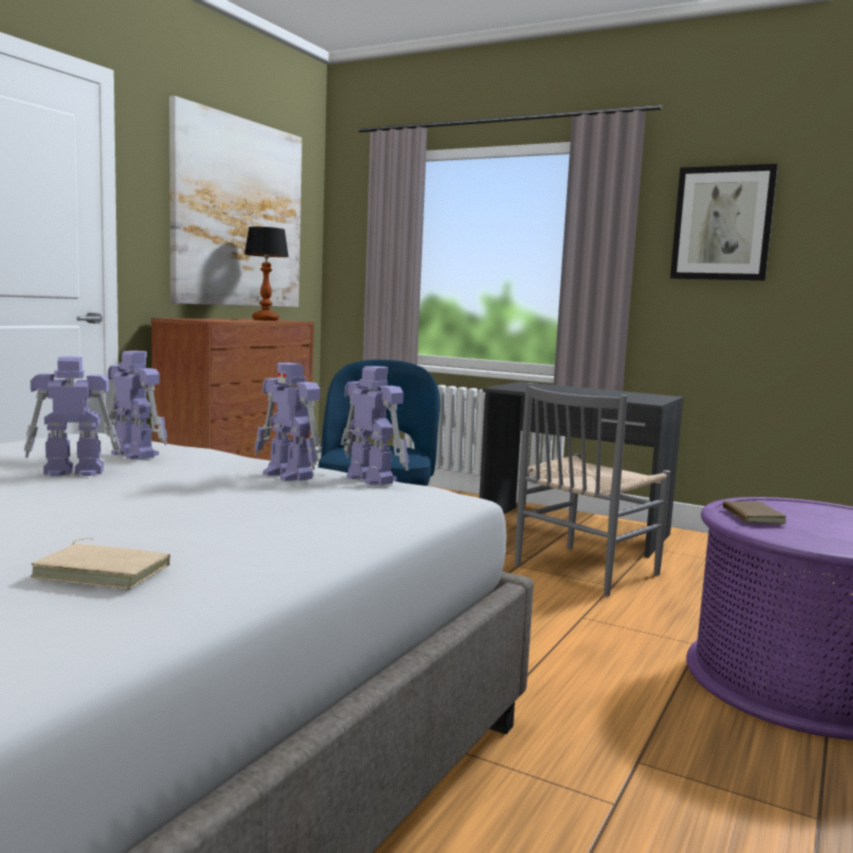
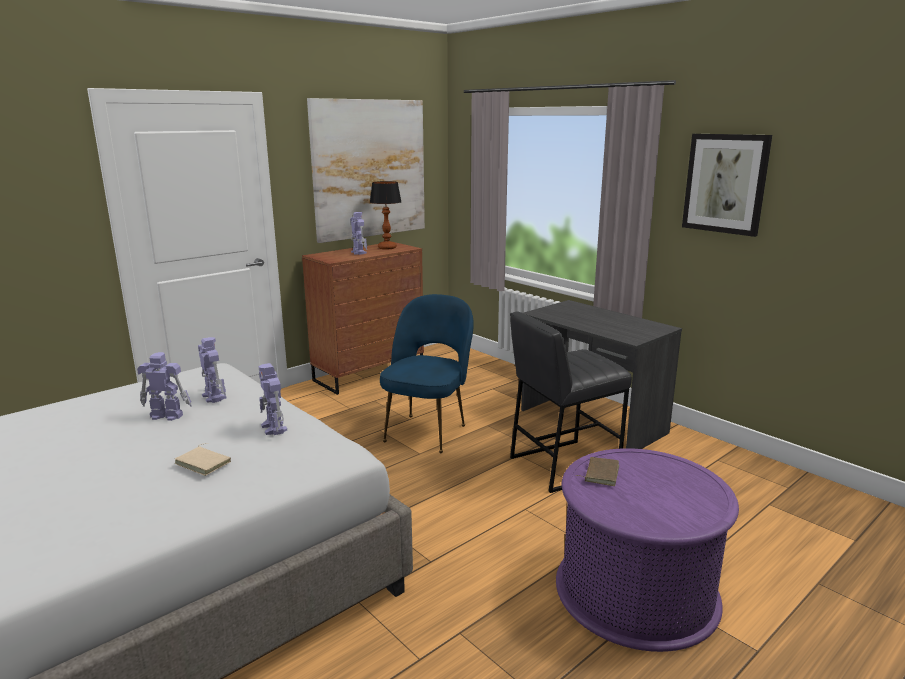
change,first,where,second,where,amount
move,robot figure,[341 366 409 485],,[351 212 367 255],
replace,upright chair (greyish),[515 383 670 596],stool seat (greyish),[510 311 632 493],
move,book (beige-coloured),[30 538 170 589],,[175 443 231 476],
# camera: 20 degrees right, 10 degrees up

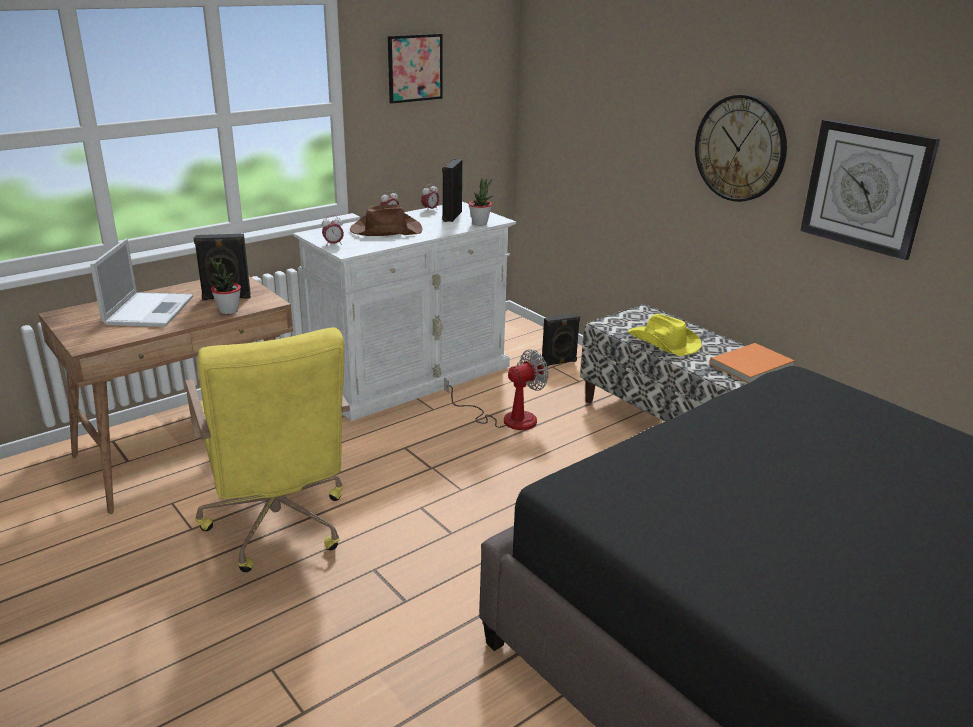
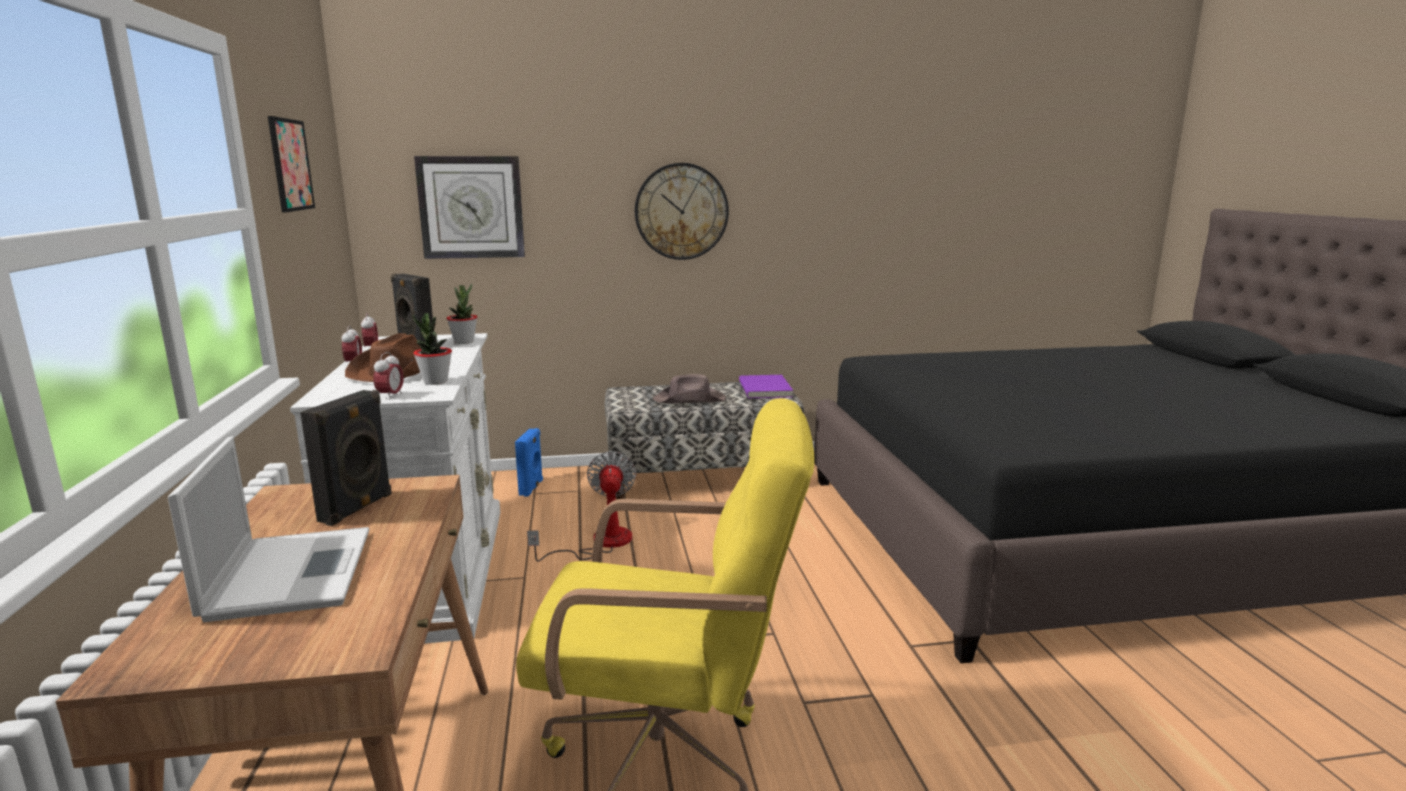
change,first,where,second,where,amount
move,clock on the wall,[800 119 940 260],,[414 156 525 259],
rotate,notebook computer,[90 238 193 327],,[168 436 369 622],45 degrees clockwise
move,potted plant,[209 257 241 314],,[413 313 452 385],
recolor,speaker (black),[542 314 580 366],speaker (bluish),[515 428 543 497],
recolor,hat (yellowish),[628 314 702 356],hat (brownish),[653 374 726 404],
recolor,book (orange),[710 343 795 383],book (purple-coloured),[739 375 793 398],
# camera: 60 degrees left, 10 degrees down

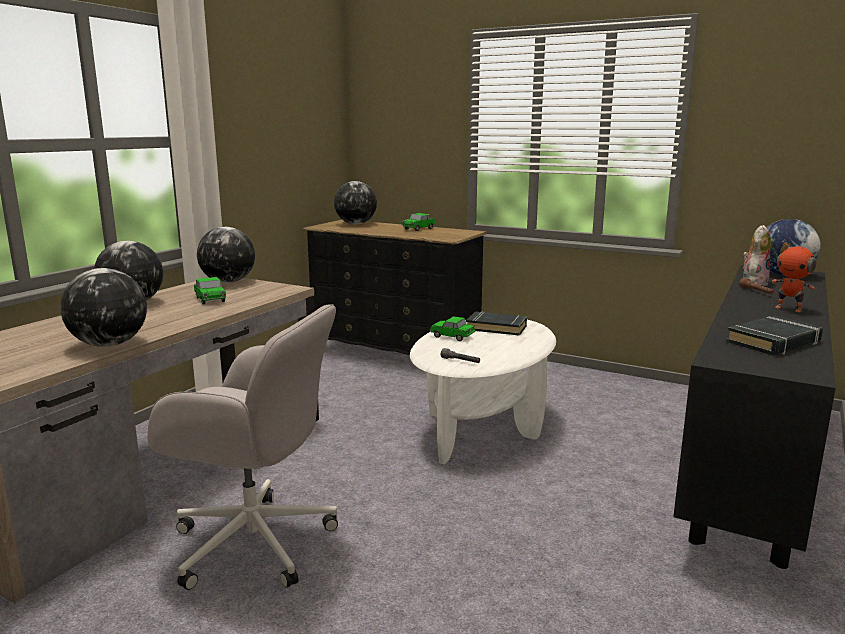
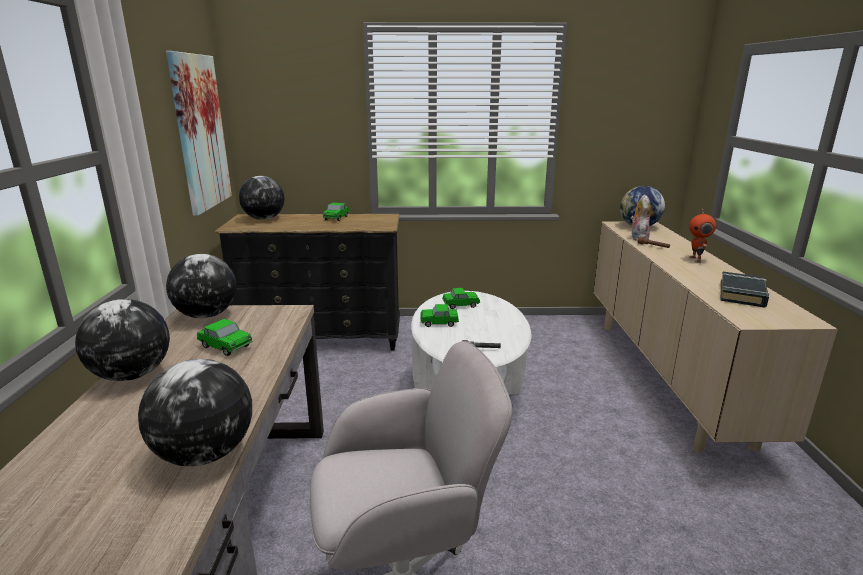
change,first,where,second,where,amount
rotate,robot figure,[772 239 816 312],,[689 209 716 263],75 degrees clockwise
recolor,cabinet (black),[673 265 836 569],cabinet (beige-coloured),[593 221 838 452],
replace,book (black),[466 312 527 336],miniature car,[442 288 480 309],
insert,,,wall picture,[166 51 232 216],
# camera: 30 degrees left, 5 degrees up

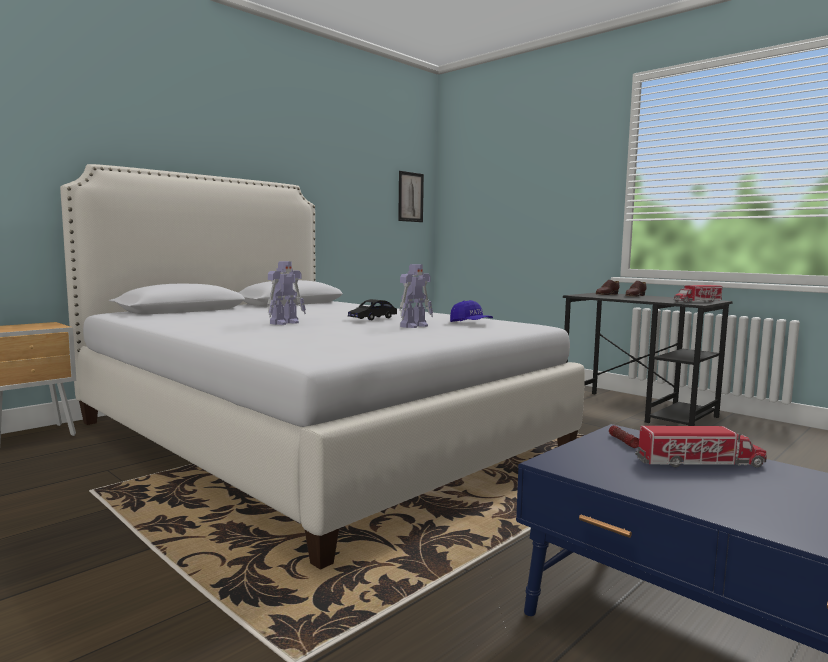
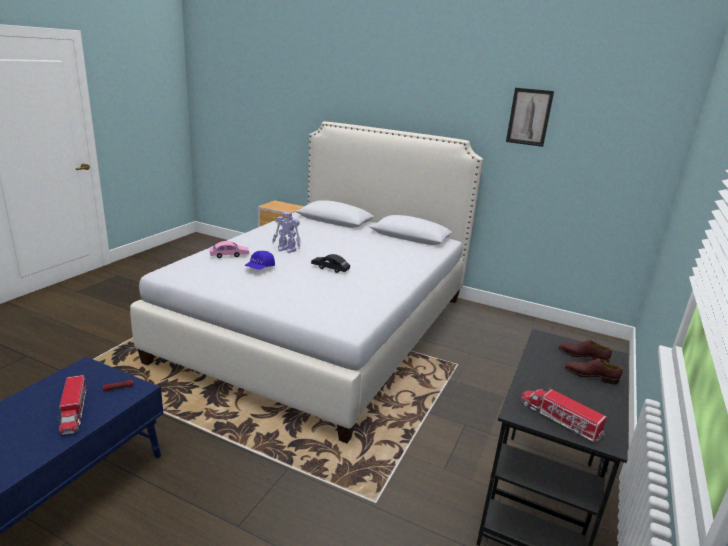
change,first,where,second,where,amount
move,wall picture,[398 171 424 222],,[506 88 554 147],
delete,robot figure,[399 264 433 328],,,
move,cap (bluish),[450 300 493 322],,[244 251 275 270],
insert,,,miniature car (pink),[210 241 249 258],
# camera: 70 degrees right, 15 degrees up

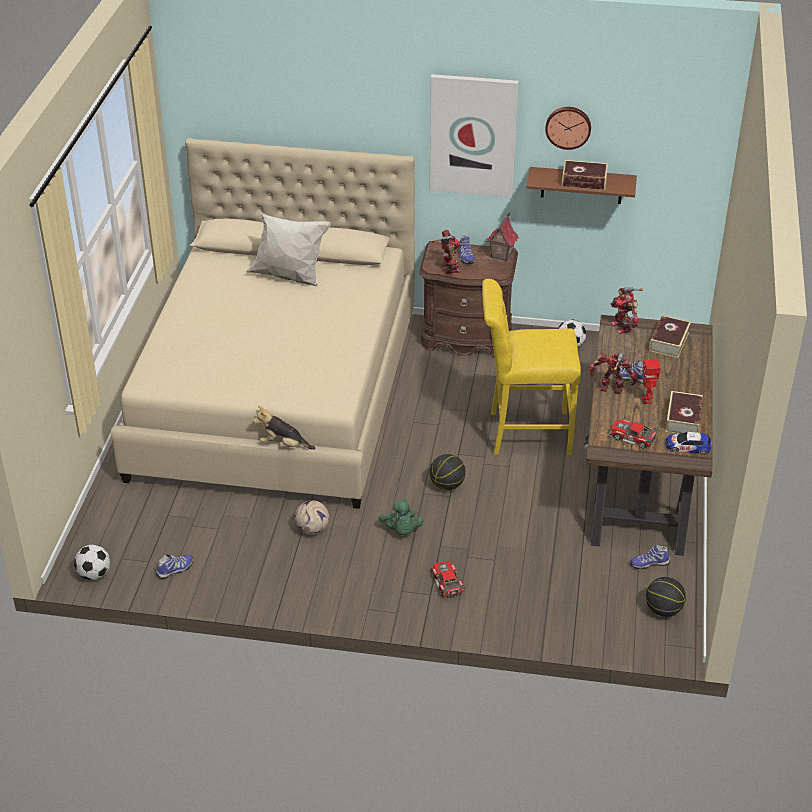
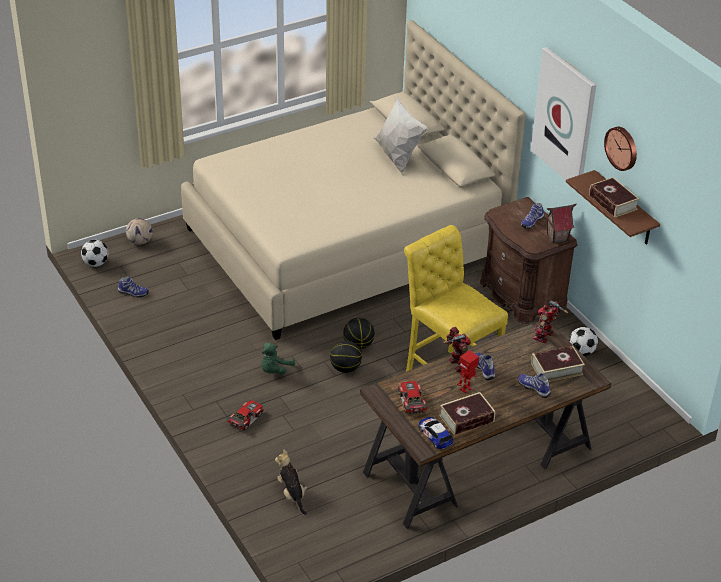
change,first,where,second,where,amount
delete,robot figure,[432 230 460 274],,,
move,cuddly toy,[253 406 315 450],,[275 449 307 515],
move,football ball,[295 500 329 535],,[126 218 153 245],
move,shoe,[630 544 670 569],,[518 373 551 398],
move,basketball,[646 577 686 617],,[343 318 375 349],
# camera: 50 degrees right, 0 degrees up

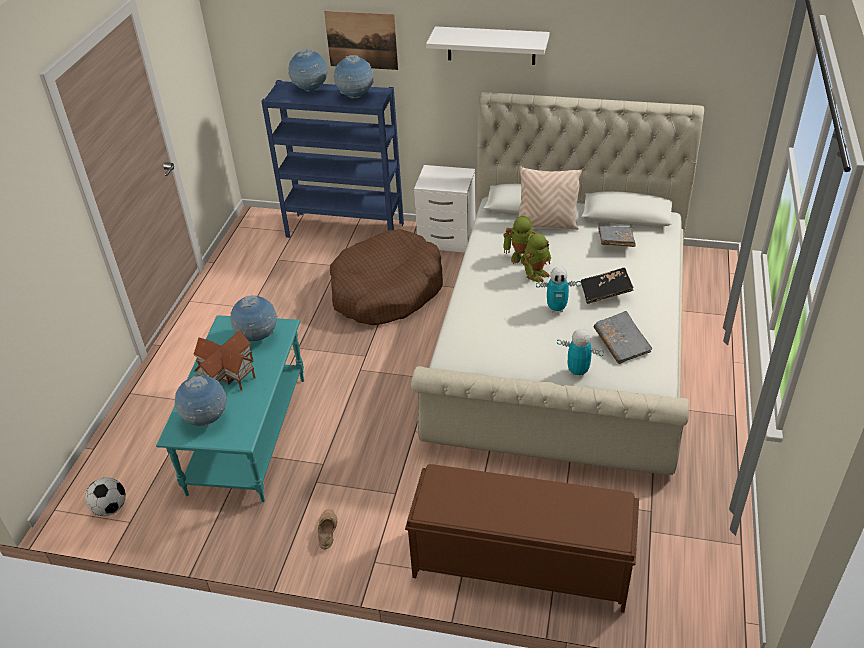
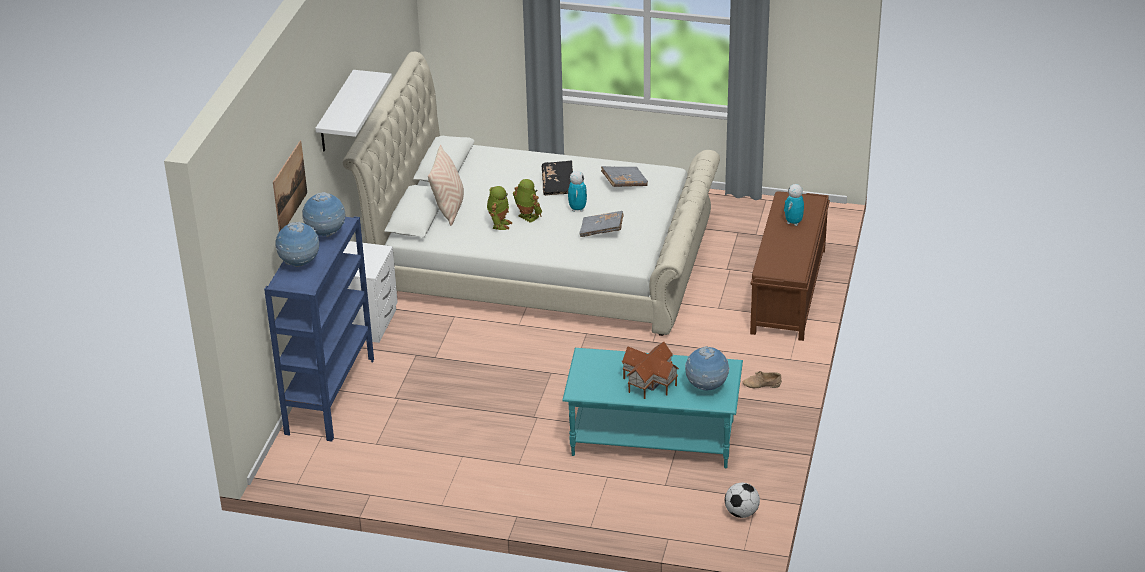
change,first,where,second,where,amount
move,book (greyish),[598 225 636 247],,[579 211 624 237],
delete,dog cushion (brownish),[330 229 443 325],,,
delete,desk globe,[230 295 278 341],,,
move,robot figure,[557 329 604 377],,[784 184 804 226],
# camera: 90 degrees left, 5 degrees down

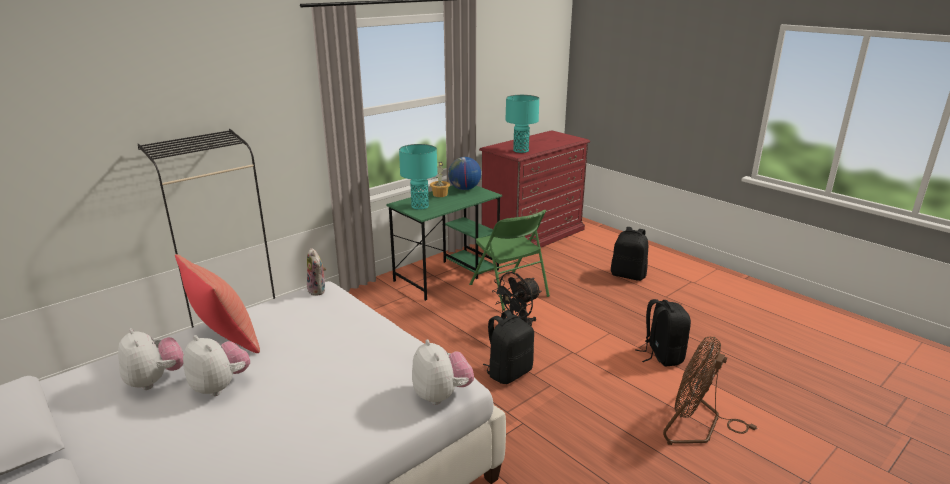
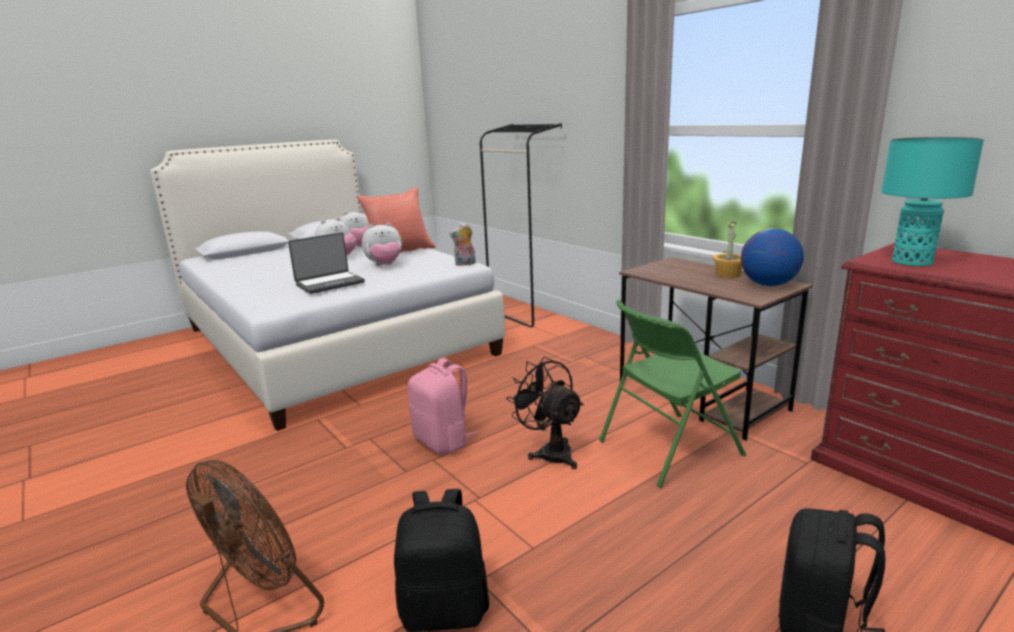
change,first,where,second,where,amount
delete,lamp for a table (blue-green),[399 144 438 210],,,
recolor,desk (greenish),[386 185 502 301],desk (brownish),[619 257 813 440],
recolor,rucksack (black),[483 310 534 384],rucksack (pink),[408 358 478 454],
move,cuddly toy,[412 339 474 405],,[362 222 402 266],
insert,,,notebook computer,[288 232 365 294],
# camera: 95 degrees right, 5 degrees down

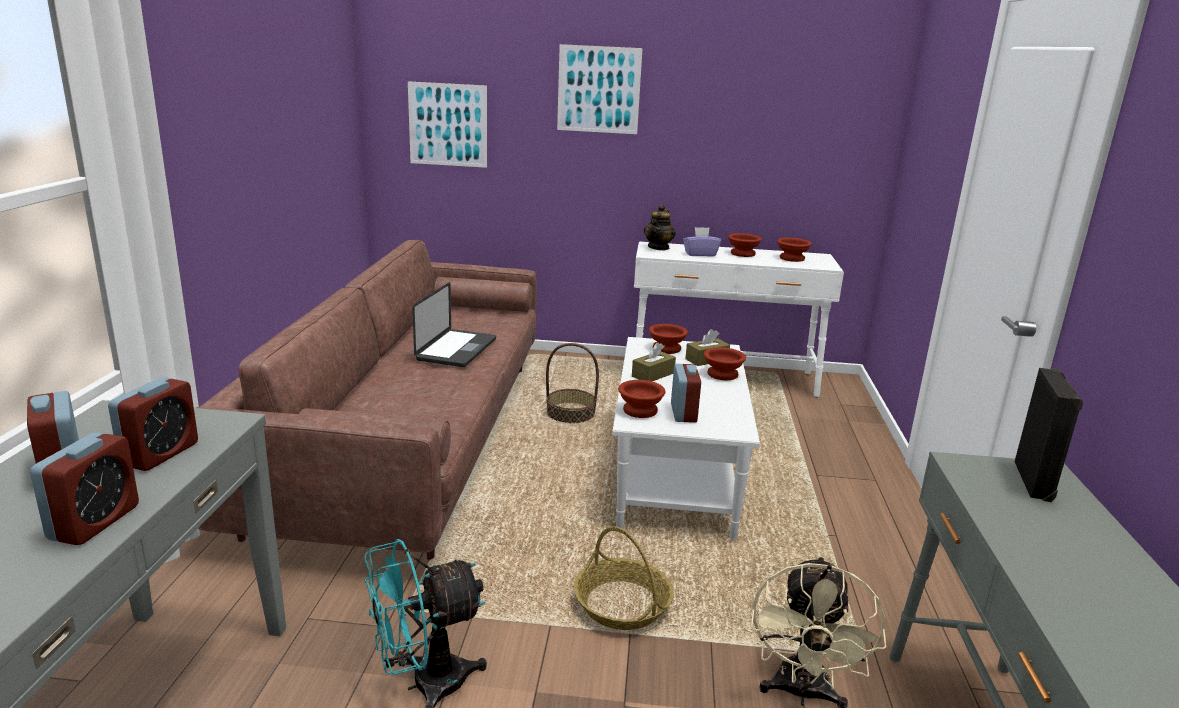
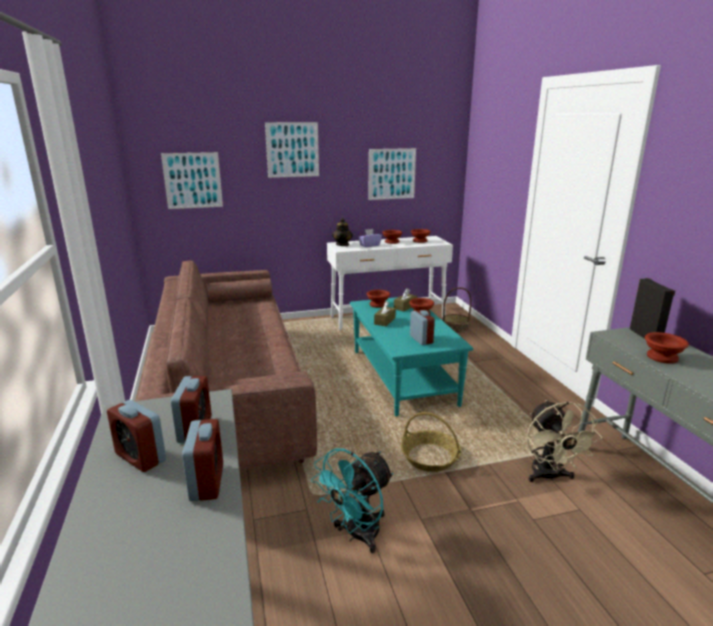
change,first,where,second,where,amount
delete,notebook computer,[412 282 496 367],,,
recolor,lounge table (whitish),[612 337 760 540],lounge table (blue-green),[350 297 473 416],
move,basket,[546 343 599 423],,[443 287 472 333],
move,serving bowl (brownish),[618 380 666 418],,[645 332 689 364],
insert,,,wall picture,[368 148 416 200],
# camera: 20 degrees left, 0 degrees up

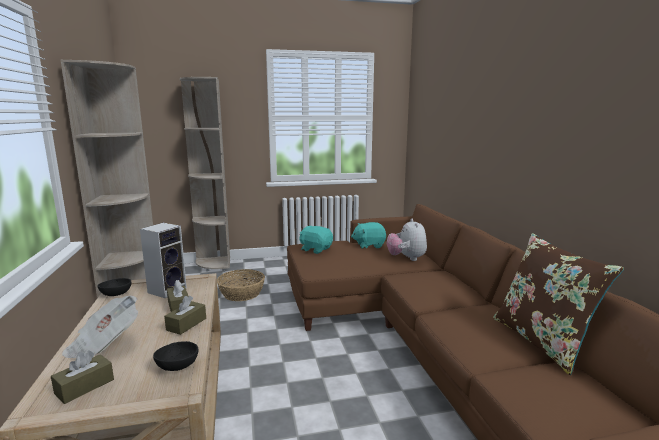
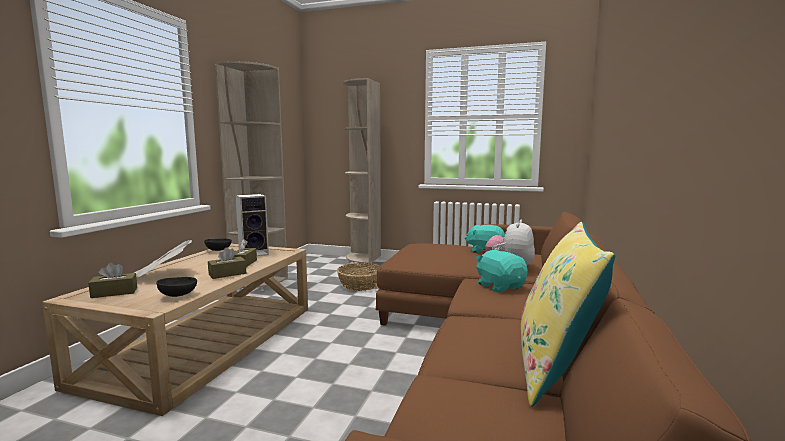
change,first,where,second,where,amount
move,cuddly toy (blue-green),[299 226 333 254],,[476 250 528 292],
recolor,cushion (brownish),[493 233 624 375],cushion (yellowish),[521 222 615 407],
# camera: 30 degrees right, 5 degrees down

